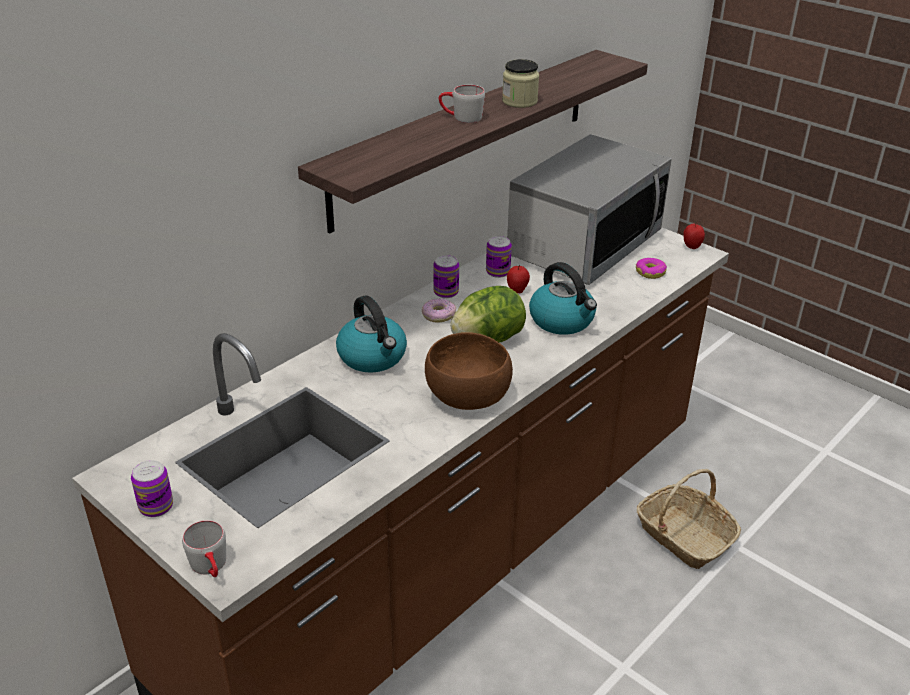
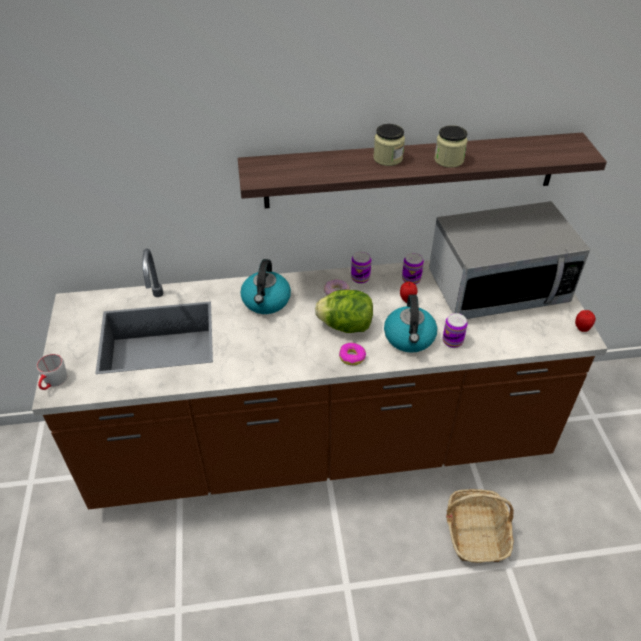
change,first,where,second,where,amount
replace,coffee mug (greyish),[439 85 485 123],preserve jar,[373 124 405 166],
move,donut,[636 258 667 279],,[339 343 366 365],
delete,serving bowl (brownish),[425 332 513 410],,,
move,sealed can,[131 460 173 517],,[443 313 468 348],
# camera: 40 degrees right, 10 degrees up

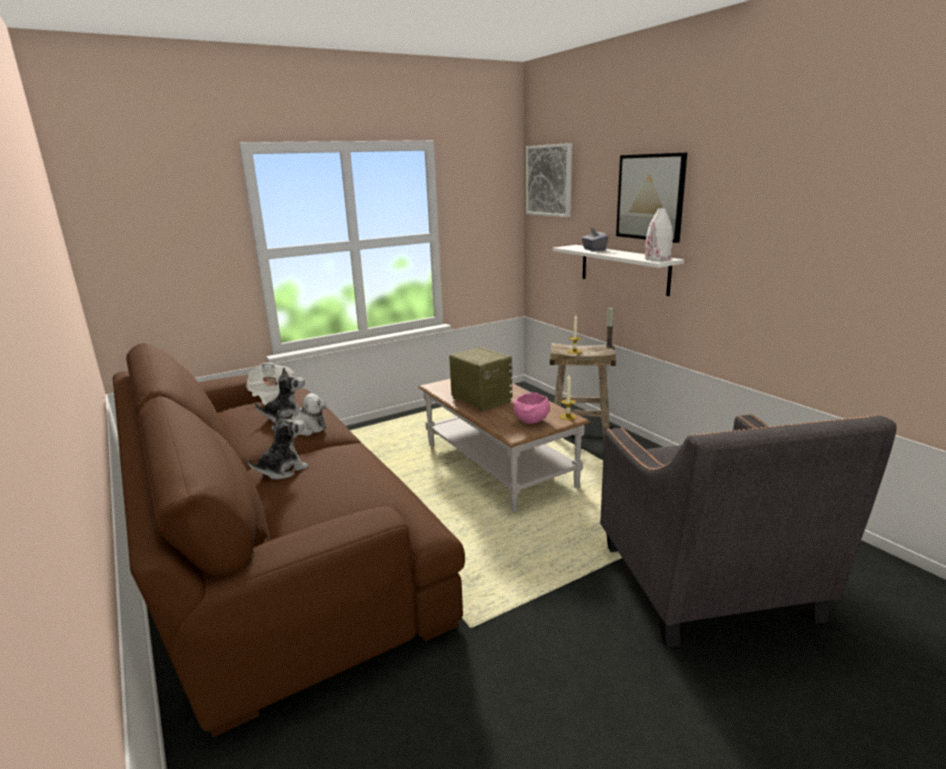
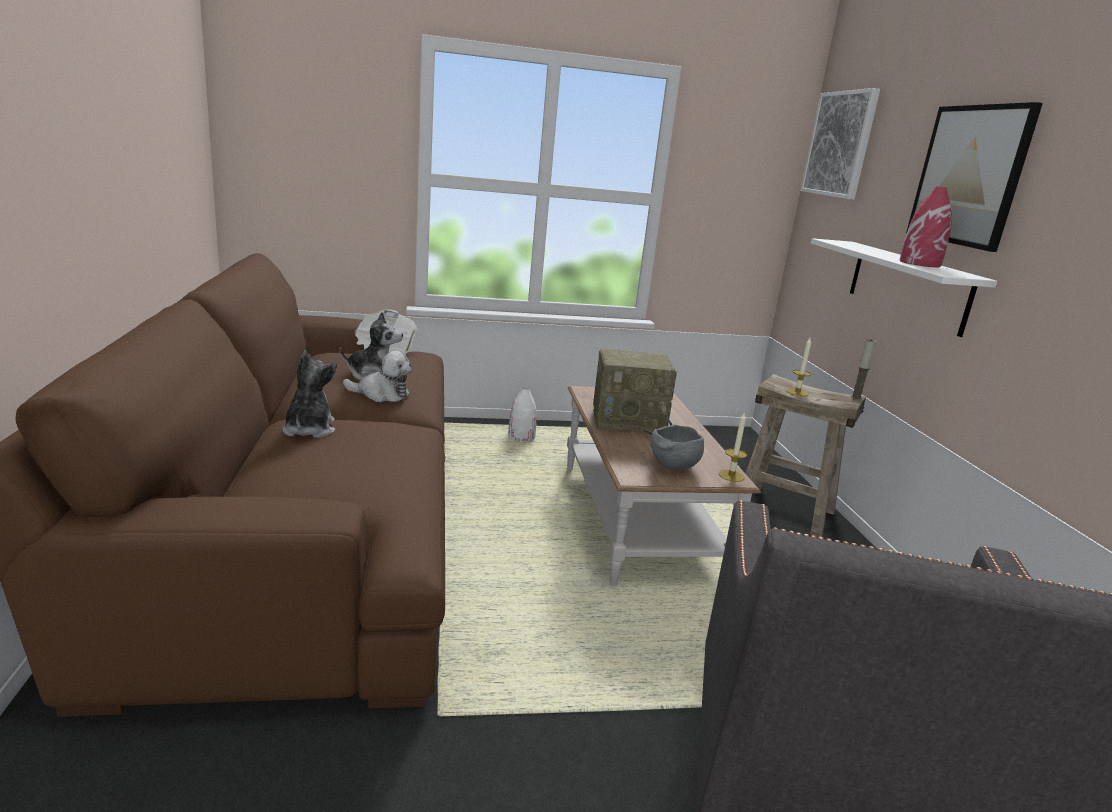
change,first,where,second,where,amount
move,decorative vase (whitish),[645 208 673 261],,[508 387 537 442],
delete,tissue holder (greyish),[581 227 608 251],,,
rotate,radio set,[449 347 512 412],,[593 349 677 435],105 degrees clockwise
recolor,serving bowl (pink),[513 393 550 424],serving bowl (greyish),[650 425 704 470],
rotate,cuddly toy,[247 410 309 479],,[282 350 337 438],75 degrees counterclockwise
insert,,,decorative vase (reddish),[900 186 952 267],
# camera: 20 degrees right, 0 degrees up

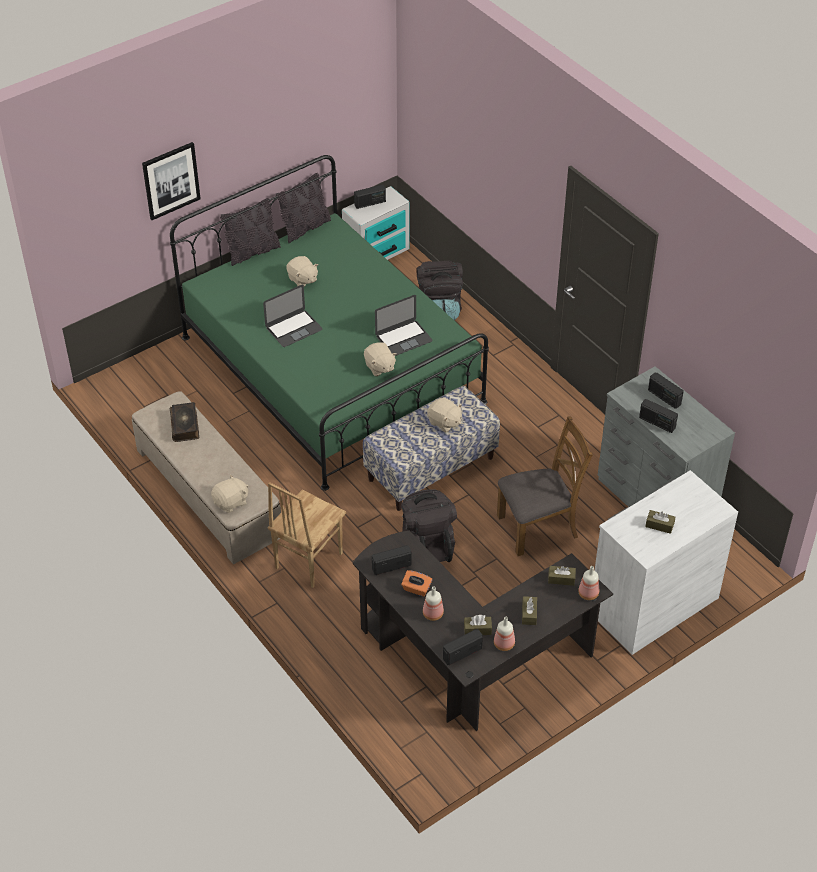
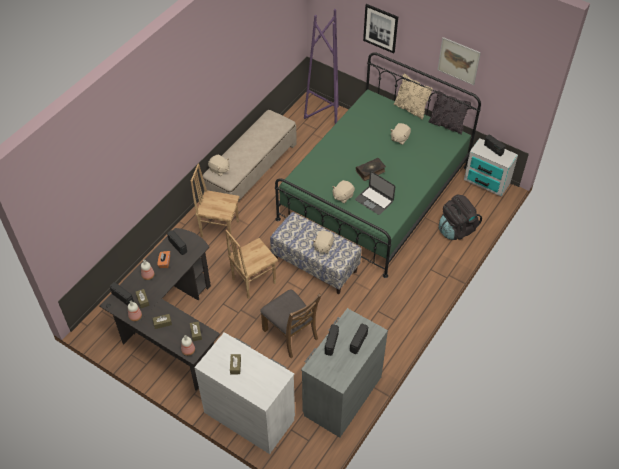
change,first,where,second,where,amount
recolor,cushion (black),[220 198 281 266],cushion (beige-coloured),[394 73 433 120],
delete,notebook computer,[263 285 323 347],,,
move,book,[170 402 199 442],,[356 158 386 181],
replace,rucksack (black),[401 489 457 562],upright chair (brownish),[225 230 278 299],
insert,,,clothes rack (purple-coloured),[304 9 339 124],
insert,,,wall picture,[437 37 481 85],
# camera: 70 degrees right, 5 degrees up

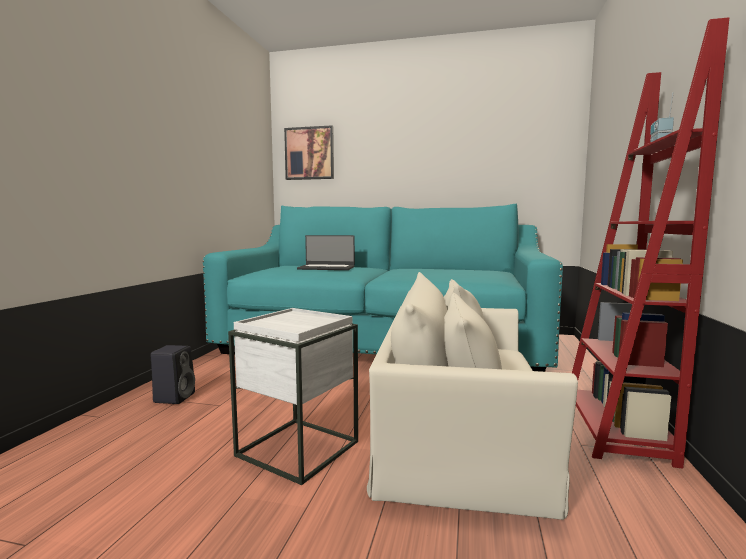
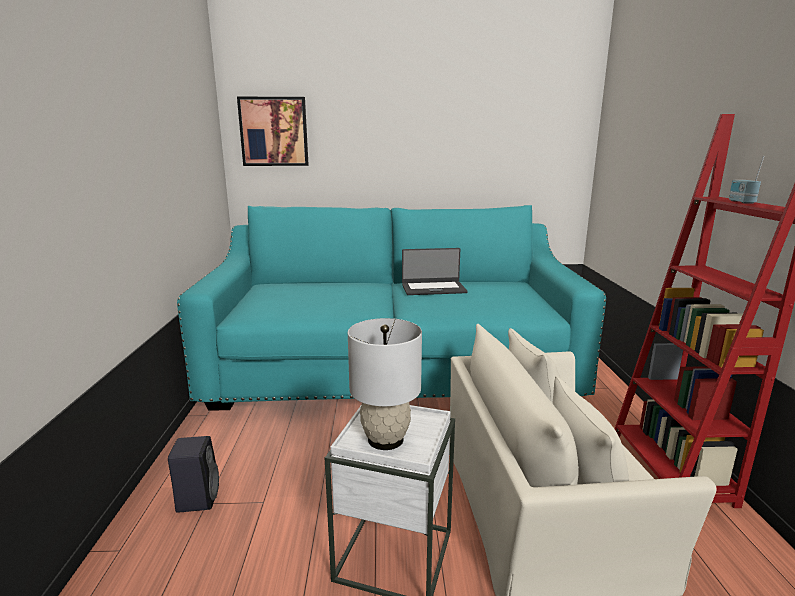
change,first,where,second,where,amount
move,notebook computer,[297 235 355 270],,[402 248 468 295],
insert,,,lamp for a table (whitish),[348 318 422 450],
# camera: 15 degrees left, 10 degrees up

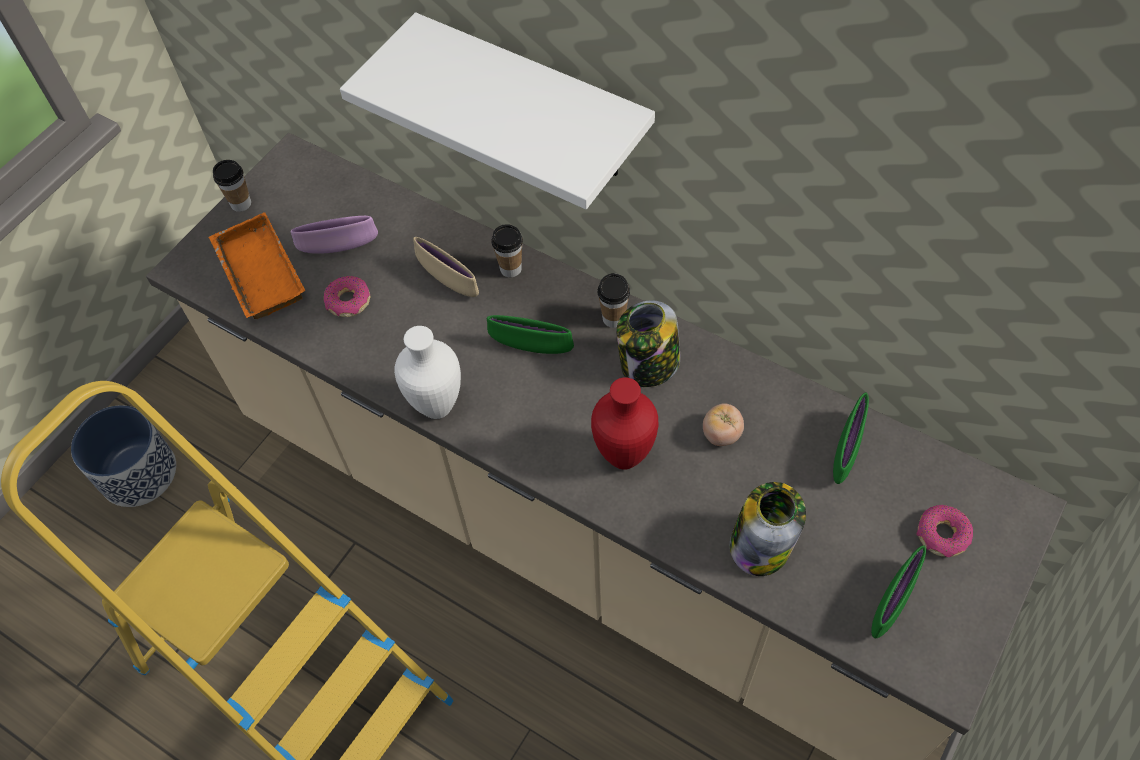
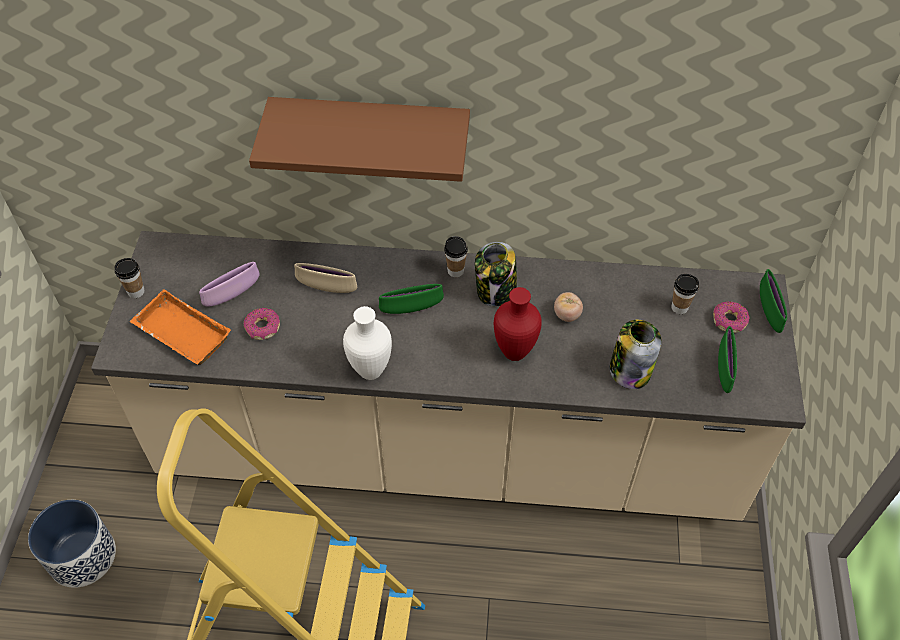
change,first,where,second,where,amount
recolor,wall shelf (whitish),[340 12 655 209],wall shelf (brownish),[249 97 470 182],
move,drinking cup,[492 224 523 277],,[671 274 699 314],
move,serving bowl (greenish),[833 393 869 484],,[760 269 787 333],
# camera: 30 degrees left, 5 degrees down

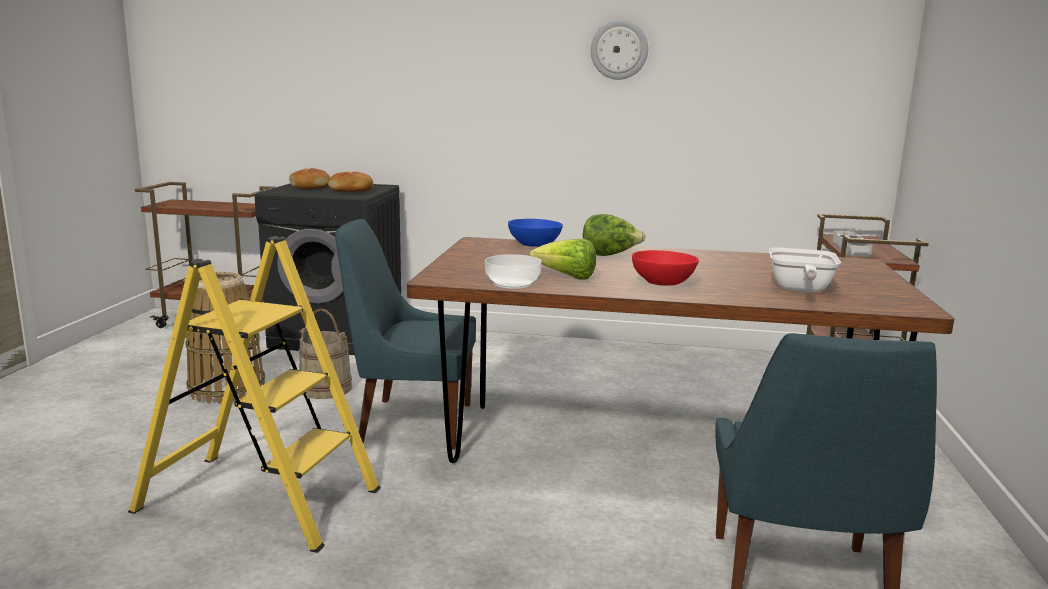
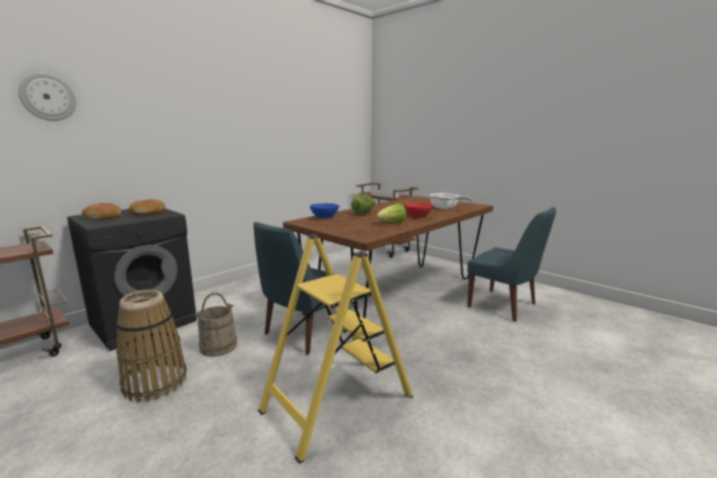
change,first,where,second,where,amount
move,clock on the wall,[591 20 648 80],,[18 73 76 121],
delete,serving bowl,[485 254 542 289],,,
# camera: 55 degrees left, 0 degrees up

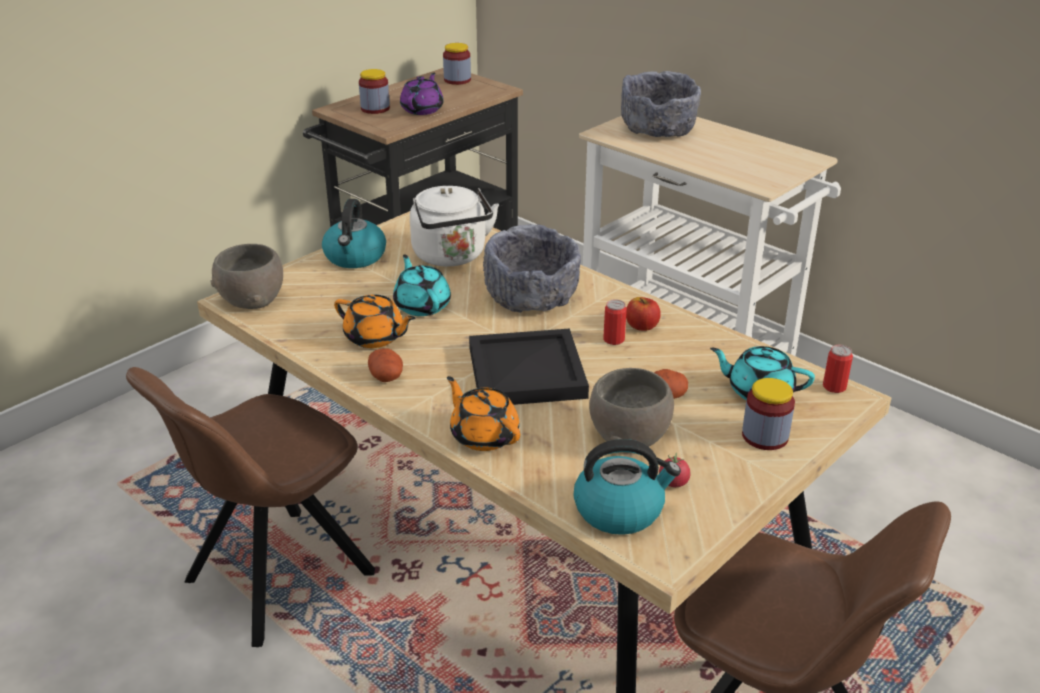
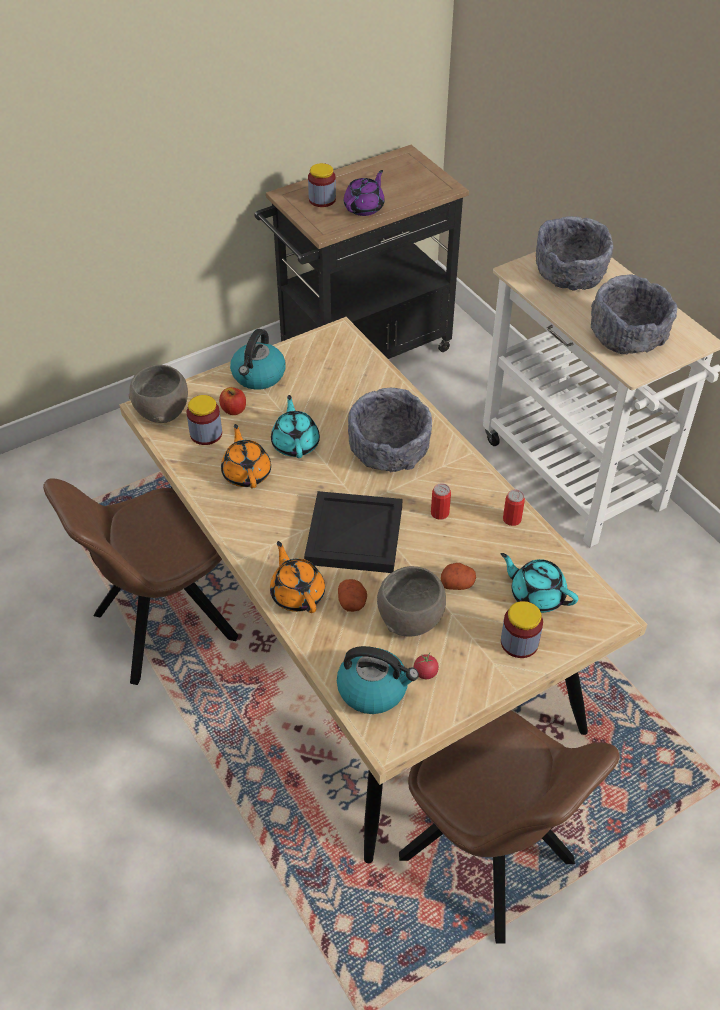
change,first,where,second,where,amount
move,preserve jar,[443 43 471 85],,[186 395 222 445],
delete,tea kettle (whitish),[410 186 499 267],,,
rotate,tea pot (orange),[334 295 415 348],,[221 424 271 488],150 degrees counterclockwise
move,apple fruit,[626 297 661 331],,[219 387 246 415],
move,sealed can,[823 345 853 393],,[503 490 525 526],
move,potato,[368 348 403 382],,[338 579 367 612],
insert,,,serving bowl (greyish),[591 274 677 354],
# camera: 15 degrees right, 15 degrees up

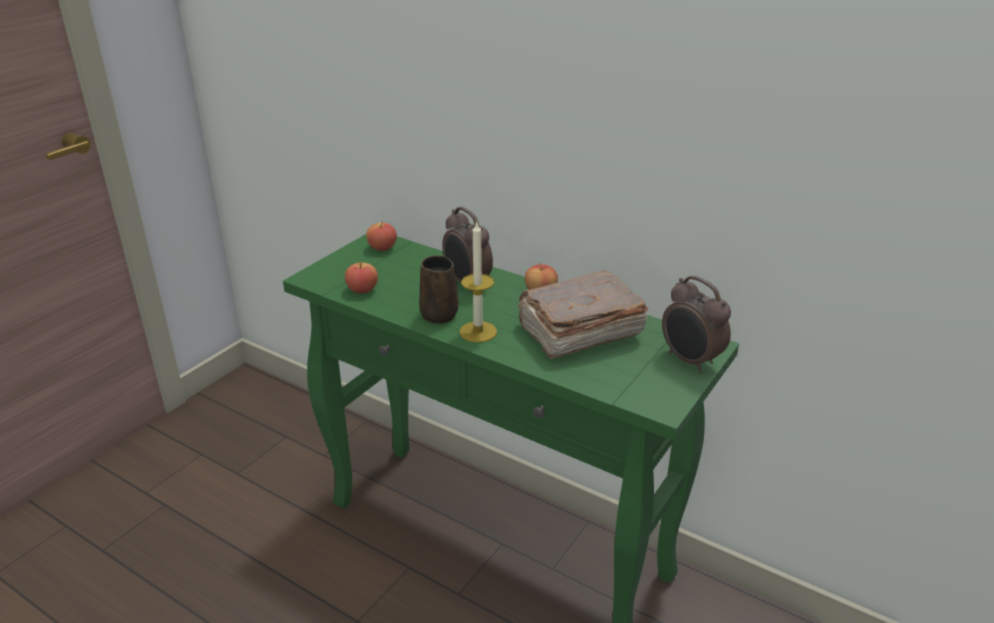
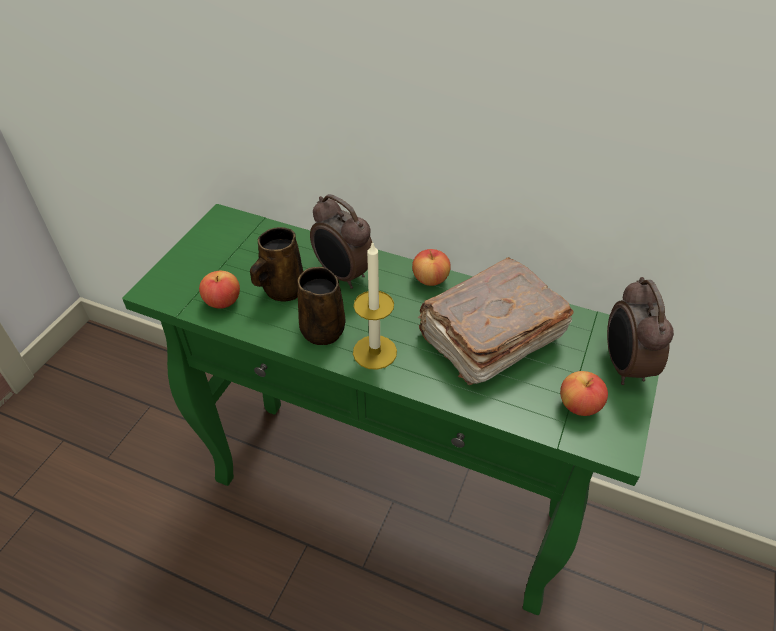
change,first,where,second,where,amount
move,apple fruit,[366 221 397 251],,[560 371 608 416],
rotate,table clock,[662 275 731 373],,[607 277 674 385],45 degrees clockwise
insert,,,coffee mug (brownish),[250 227 303 301],
# camera: 10 degrees left, 15 degrees up

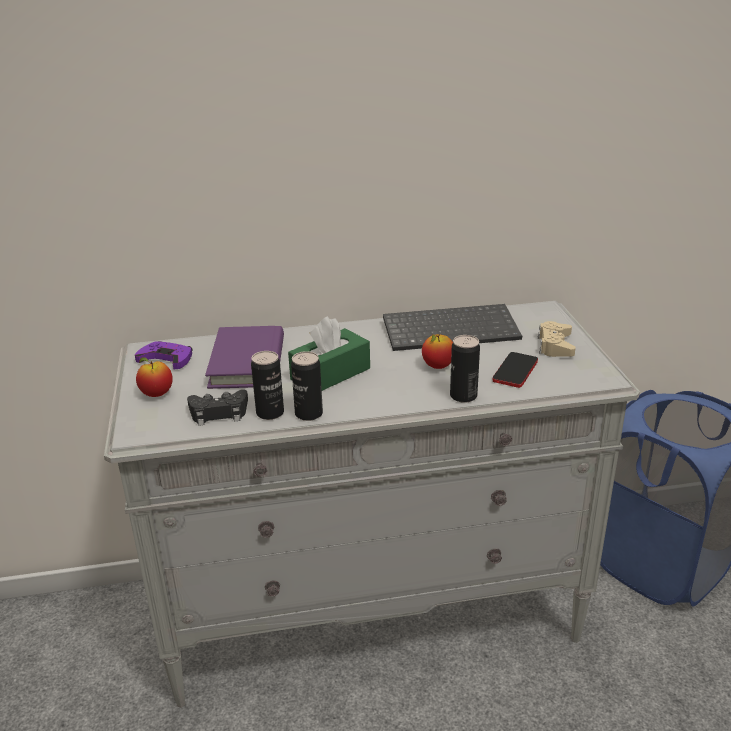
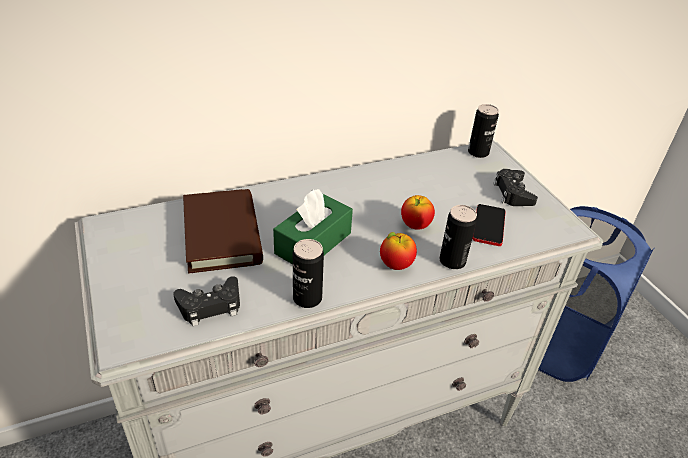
change,first,where,second,where,amount
delete,keyboard,[383 304 522 351],,,
recolor,gamepad (beige-coloured),[538 321 576 357],gamepad (black),[493 169 538 206],
recolor,book (purple-coloured),[205 326 284 389],book (brownish),[183 189 263 273],
delete,gamepad (purple-coloured),[135 341 193 370],,,
move,sealed can,[251 351 284 420],,[468 104 499 158],
move,apple fruit,[136 357 173 397],,[380 232 417 270],
# camera: 15 degrees left, 10 degrees up

